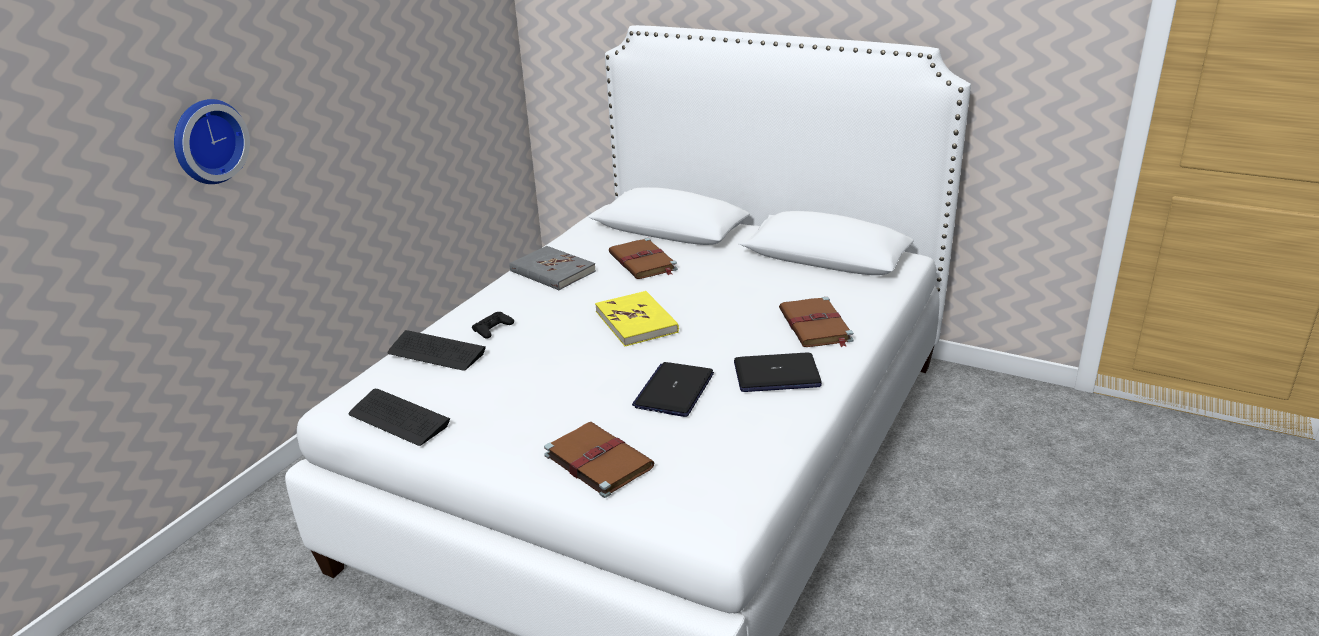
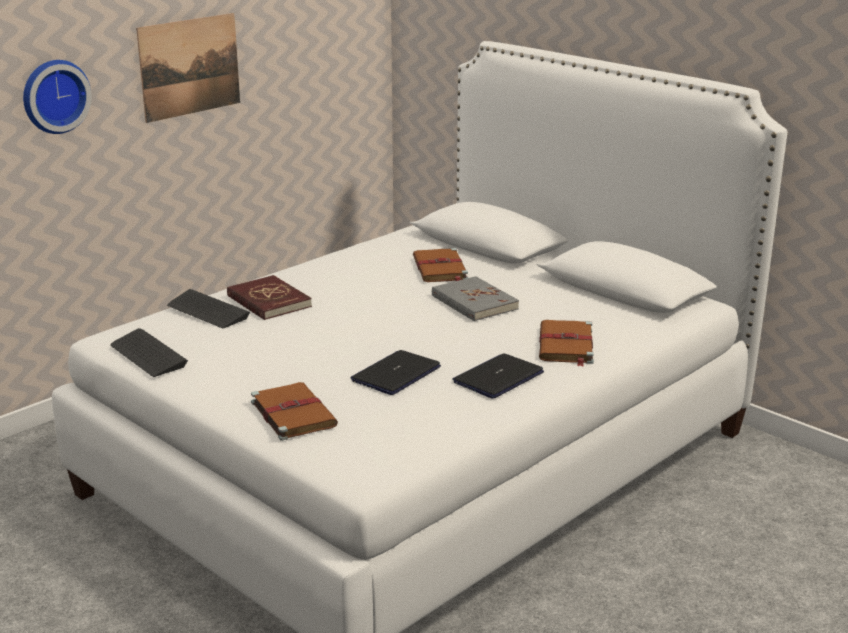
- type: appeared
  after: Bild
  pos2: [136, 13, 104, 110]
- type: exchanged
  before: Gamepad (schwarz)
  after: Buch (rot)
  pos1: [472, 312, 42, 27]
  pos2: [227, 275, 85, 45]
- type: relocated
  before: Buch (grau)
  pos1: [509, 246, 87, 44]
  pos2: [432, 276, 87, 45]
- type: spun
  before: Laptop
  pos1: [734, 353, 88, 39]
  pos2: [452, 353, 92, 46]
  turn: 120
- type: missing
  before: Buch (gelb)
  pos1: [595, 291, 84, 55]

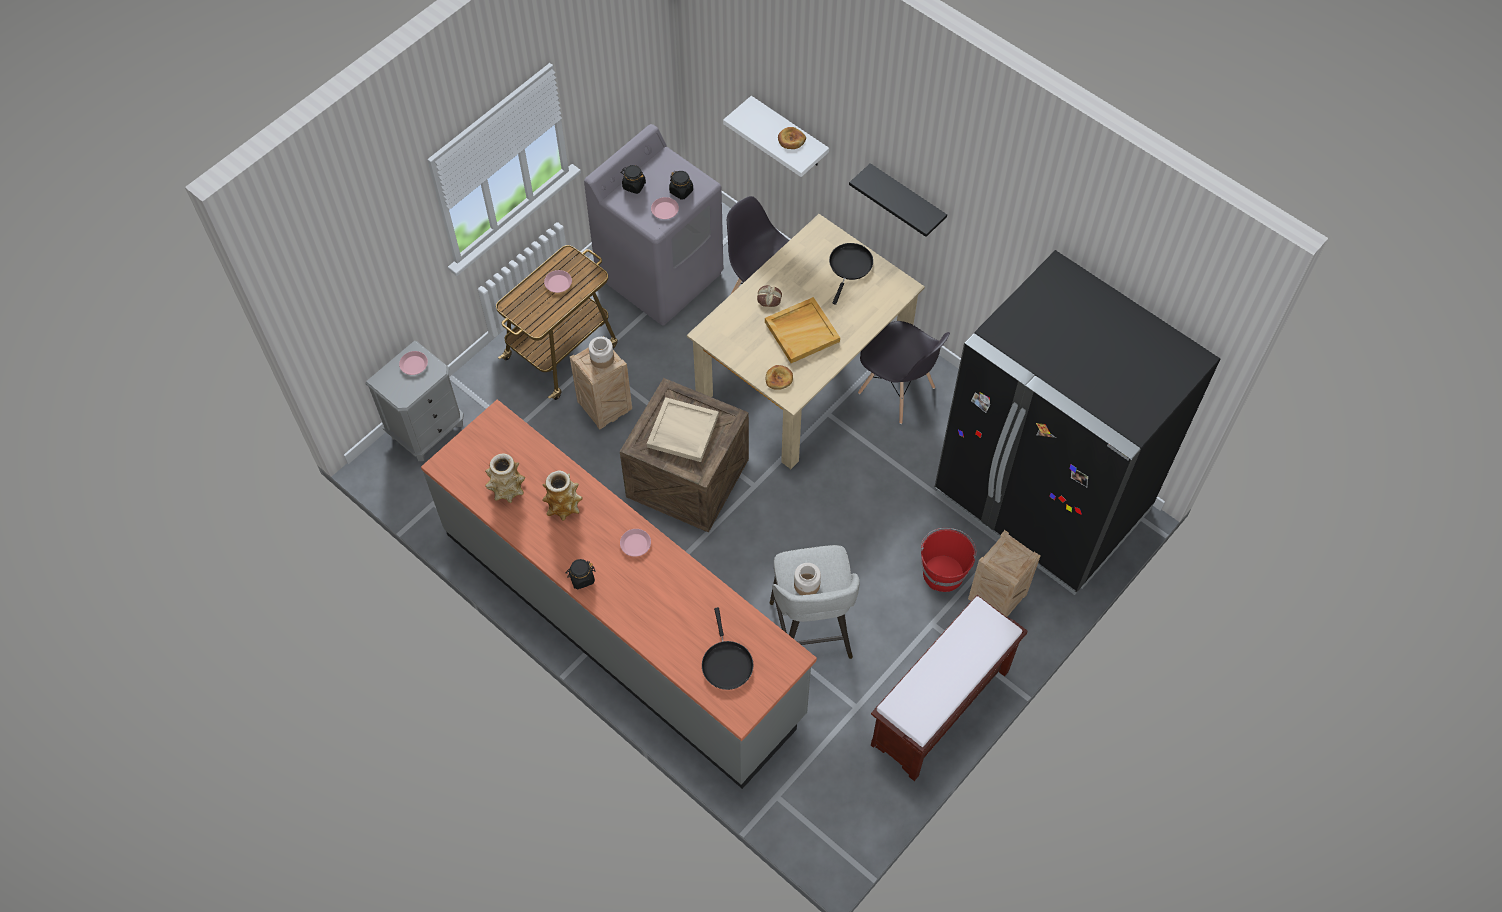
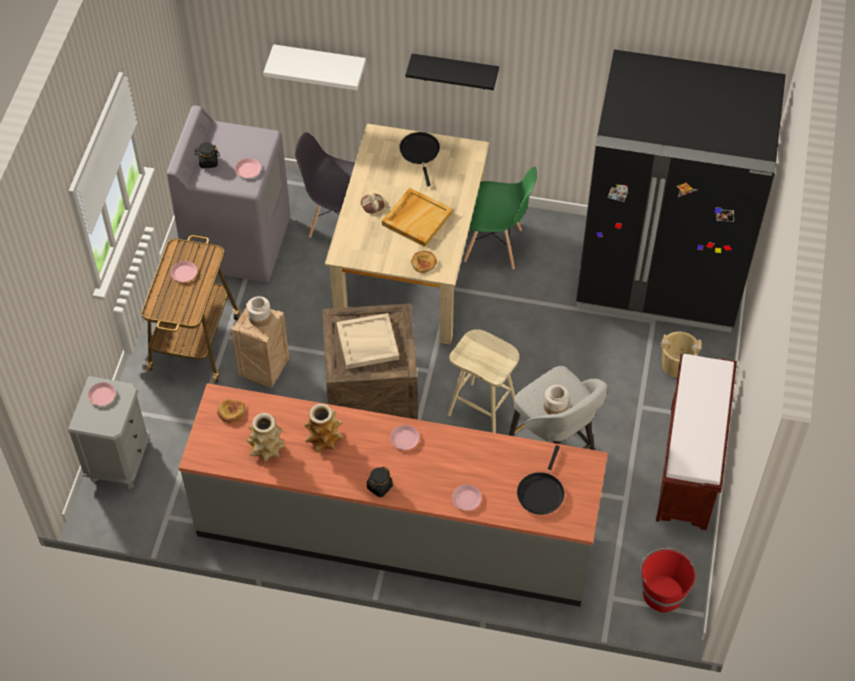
- type: relocated
  before: Brot
  pos1: [778, 127, 28, 22]
  pos2: [217, 399, 28, 24]
- type: appeared
  after: Hocker (beige)
  pos2: [447, 329, 72, 104]
- type: appeared
  after: Teller (rosa)
  pos2: [452, 485, 30, 26]
- type: colour
  before: Stuhl (grau)
  after: Stuhl (grün)
  pos1: [858, 321, 92, 103]
  pos2: [464, 167, 73, 102]
- type: spun
  before: Pfanne (schwarz)
  pos1: [702, 607, 51, 83]
  pos2: [517, 445, 47, 70]
  turn: 60
- type: relocated
  before: Eimer (rot)
  pos1: [921, 528, 56, 64]
  pos2: [640, 548, 55, 65]
- type: exchanged
  before: Kiste
  after: Eimer (beige)
  pos1: [968, 530, 73, 87]
  pos2: [660, 331, 42, 47]
- type: missing
  before: Vorratsglas (schwarz)
  pos1: [669, 171, 24, 29]

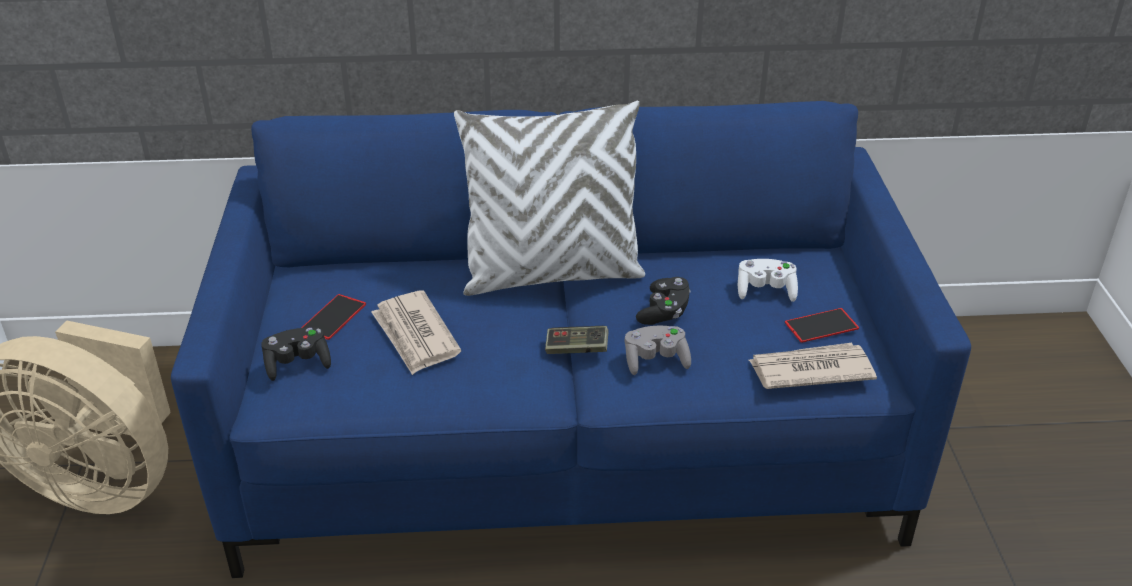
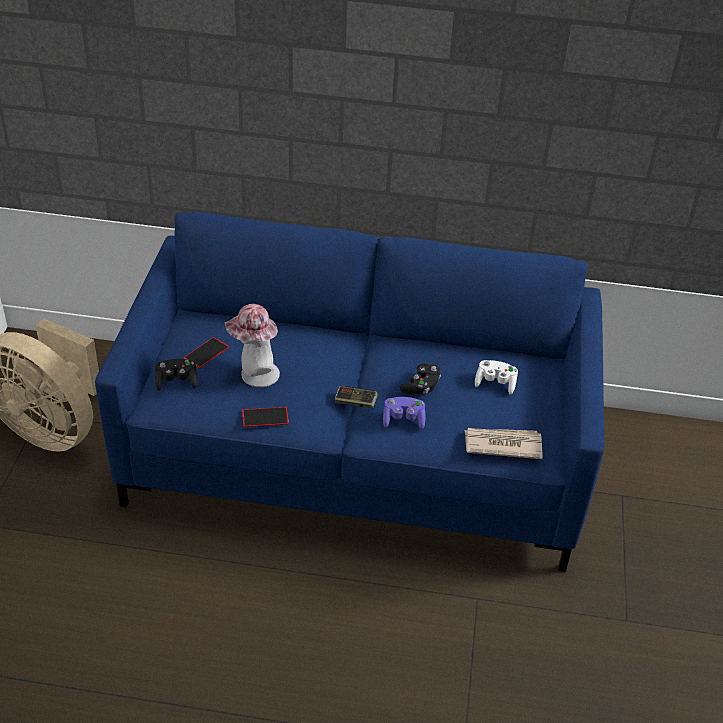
- type: exchanged
  before: Zeitung
  after: Hut
  pos1: [371, 290, 90, 85]
  pos2: [225, 304, 55, 83]
- type: relocated
  before: Handy
  pos1: [785, 308, 74, 35]
  pos2: [242, 407, 47, 20]
- type: colour
  before: Gamepad (grau)
  after: Gamepad (lila)
  pos1: [625, 325, 66, 50]
  pos2: [383, 397, 42, 33]
- type: missing
  before: Kissen (weiß)
  pos1: [454, 101, 191, 195]

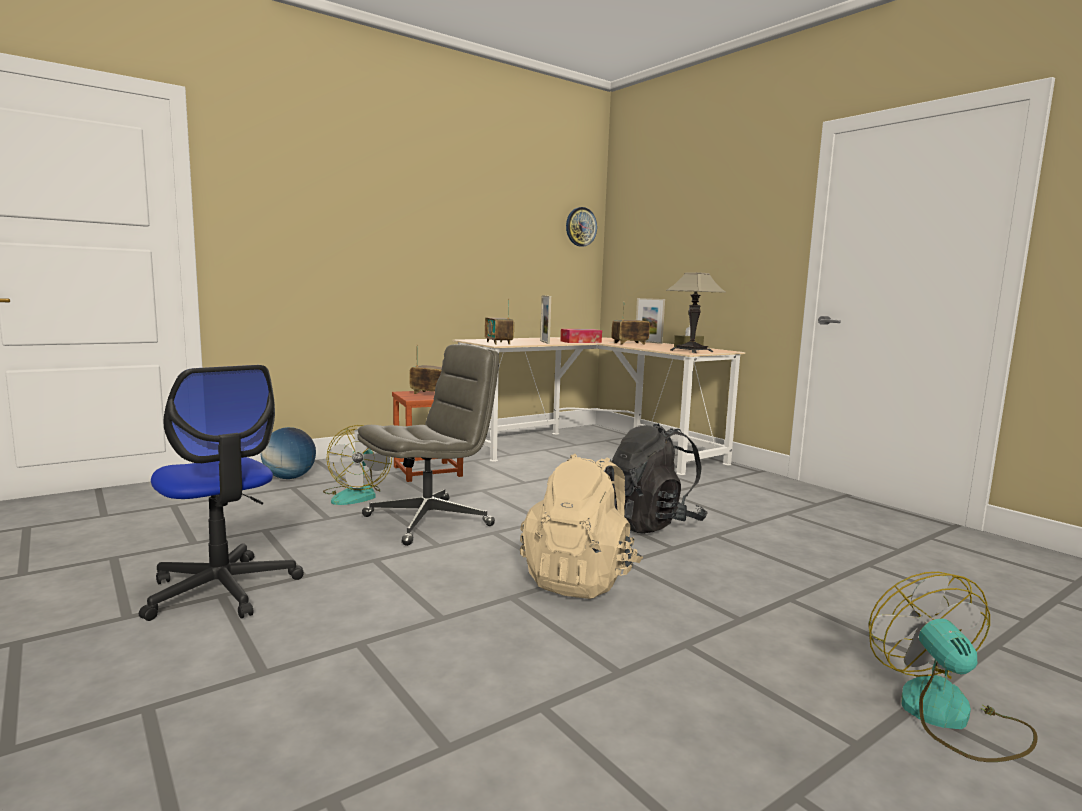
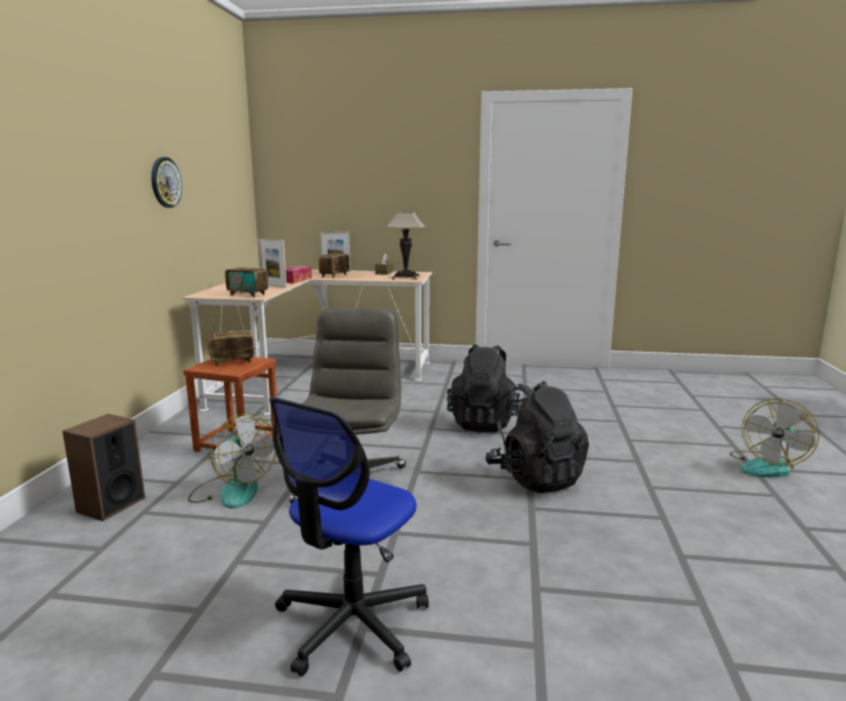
- type: exchanged
  before: Globus
  after: Lautsprecher
  pos1: [261, 427, 55, 52]
  pos2: [62, 414, 83, 107]
- type: relocated
  before: Wanduhr
  pos1: [566, 207, 31, 40]
  pos2: [151, 157, 31, 51]
- type: spun
  before: Bürostuhl
  pos1: [139, 365, 165, 256]
  pos2: [269, 397, 160, 279]
  turn: 120
- type: colour
  before: Rucksack (beige)
  after: Rucksack (schwarz)
  pos1: [520, 454, 123, 145]
  pos2: [485, 381, 104, 112]
- type: spun
  before: Ventilator
  pos1: [869, 572, 169, 190]
  pos2: [730, 399, 89, 78]
  turn: -90

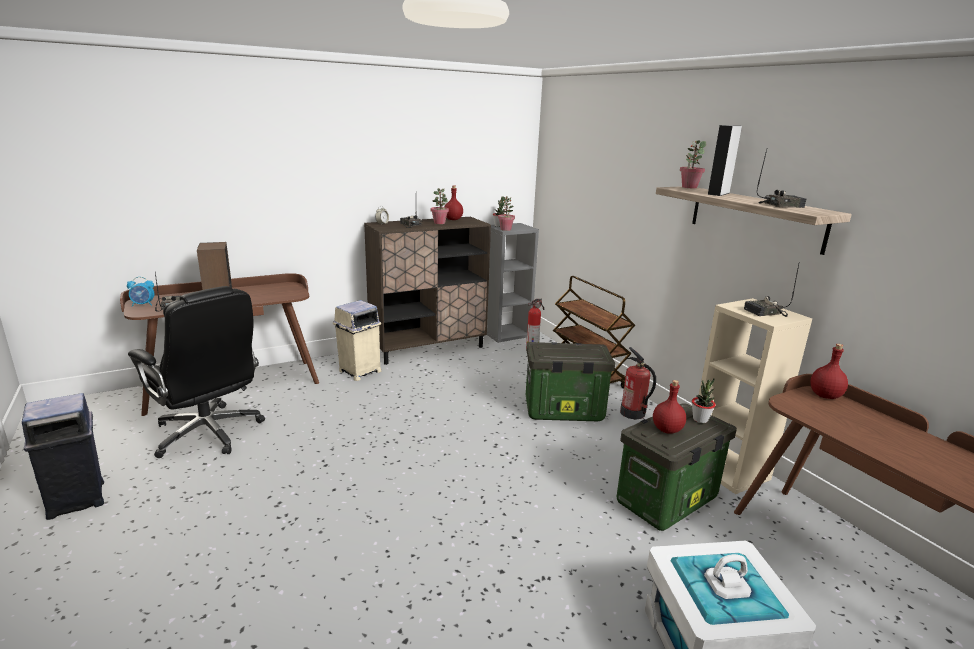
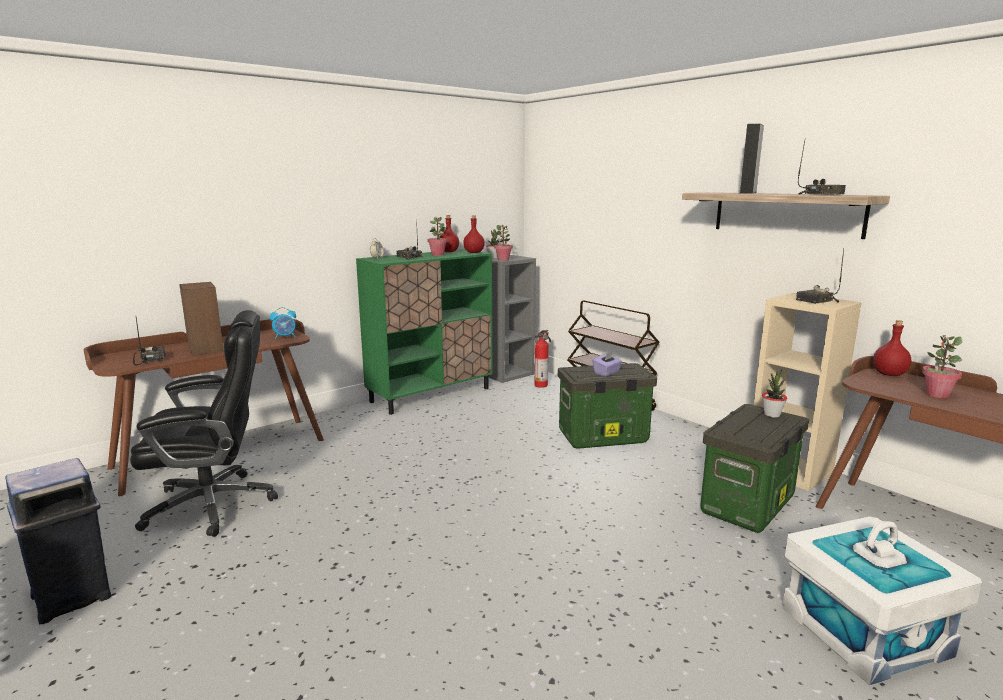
- type: spun
  before: Bürostuhl (schwarz)
  pos1: [128, 286, 137, 172]
  pos2: [130, 310, 148, 227]
  turn: -45
- type: relocated
  before: Wecker
  pos1: [127, 277, 28, 30]
  pos2: [270, 307, 26, 32]
- type: colour
  before: Schrank (braun)
  after: Schrank (grün)
  pos1: [364, 217, 127, 148]
  pos2: [356, 249, 137, 166]
- type: relocated
  before: Flasche (rot)
  pos1: [653, 380, 33, 54]
  pos2: [463, 215, 22, 38]
- type: appeared
  after: Taschentuchbox (lila)
  pos2: [593, 352, 29, 24]
- type: relocated
  before: Topfpflanze
  pos1: [680, 140, 26, 49]
  pos2: [922, 335, 40, 63]
- type: missing
  before: Mülleimer (beige)
  pos1: [333, 300, 48, 81]
- type: missing
  before: Feuerlöscher
  pos1: [620, 347, 36, 73]

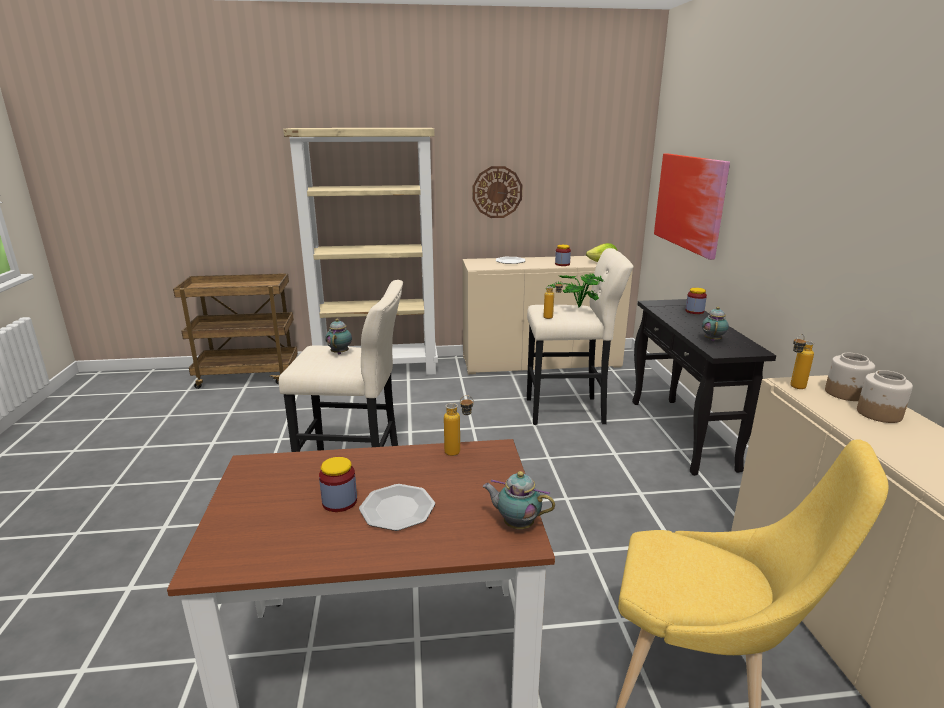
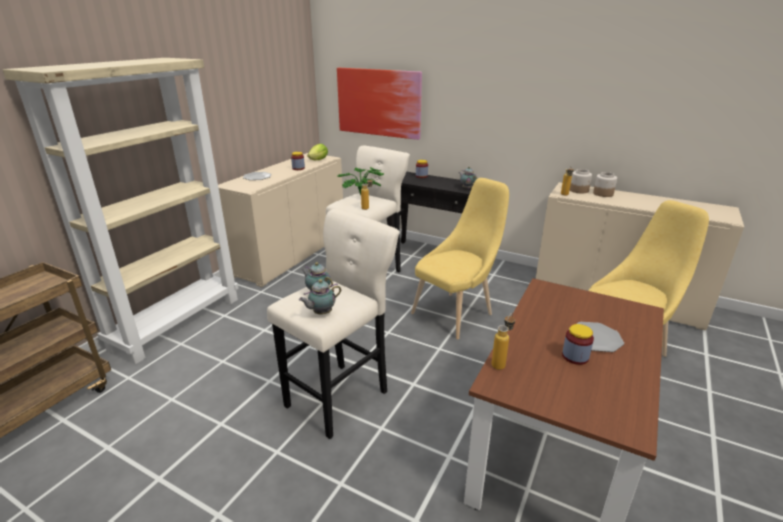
- type: relocated
  before: Teekanne
  pos1: [483, 471, 72, 58]
  pos2: [299, 279, 42, 36]
- type: appeared
  after: Stuhl (gelb)
  pos2: [411, 178, 98, 161]
- type: relocated
  before: Flasche
  pos1: [444, 395, 30, 61]
  pos2: [491, 313, 24, 57]
- type: missing
  before: Wanduhr
  pos1: [473, 166, 49, 52]

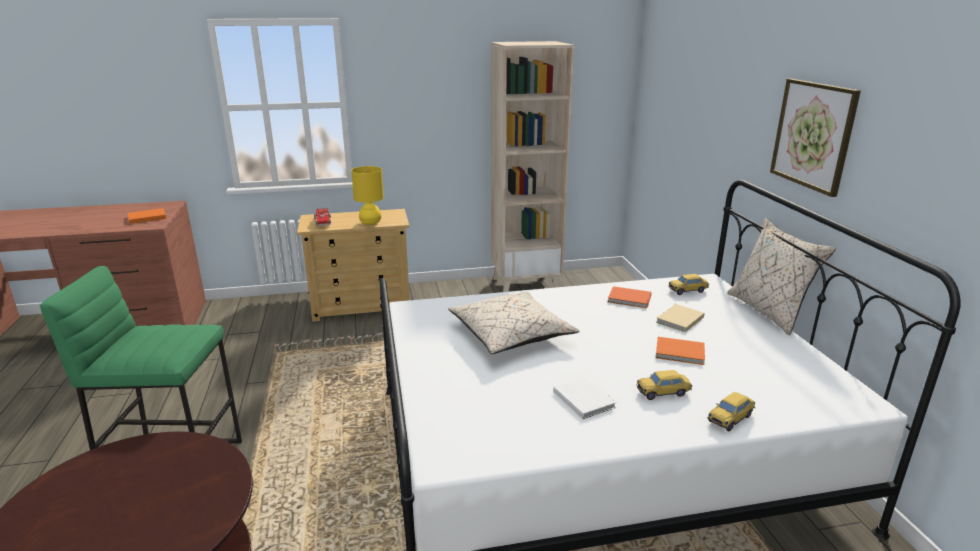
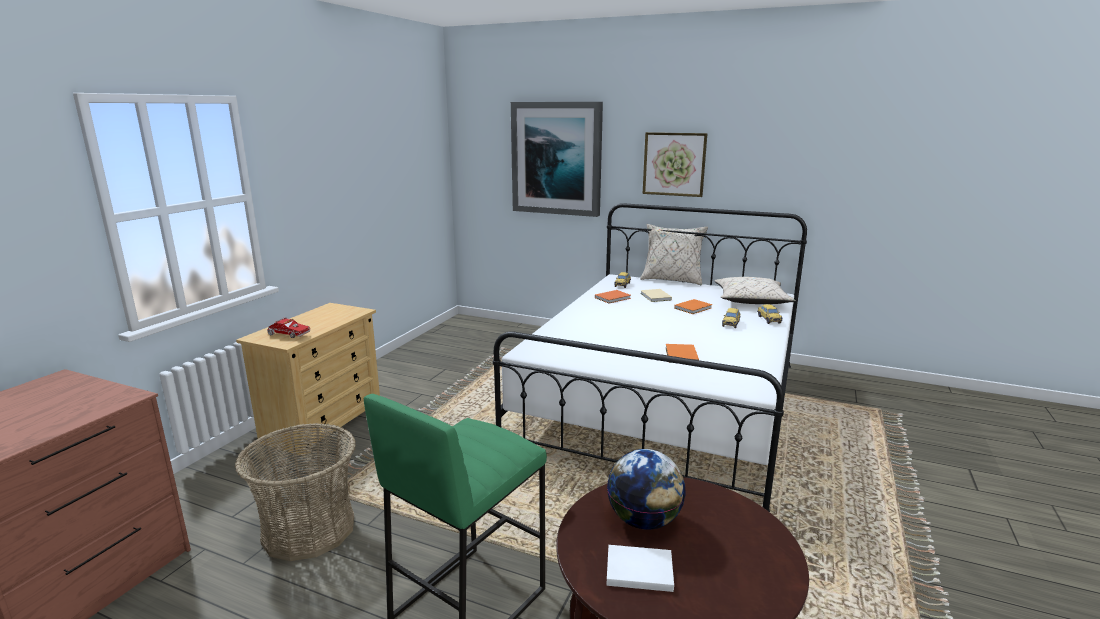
- type: appeared
  after: Korb
  pos2: [235, 423, 121, 138]
- type: appeared
  after: Bild
  pos2: [511, 102, 92, 115]
- type: appeared
  after: Globus
  pos2: [607, 449, 79, 81]
- type: relocated
  before: Buch (weiß)
  pos1: [553, 377, 63, 42]
  pos2: [607, 545, 67, 47]
- type: relocated
  before: Buch (orange)
  pos1: [128, 208, 38, 16]
  pos2: [666, 344, 33, 19]
- type: relocated
  before: Kissen (beige)
  pos1: [448, 292, 132, 62]
  pos2: [714, 277, 82, 27]
- type: missing
  before: Tischlampe (gelb)
  pos1: [351, 166, 33, 59]
- type: missing
  before: Bücherregal (beige)
  pos1: [491, 41, 83, 251]

